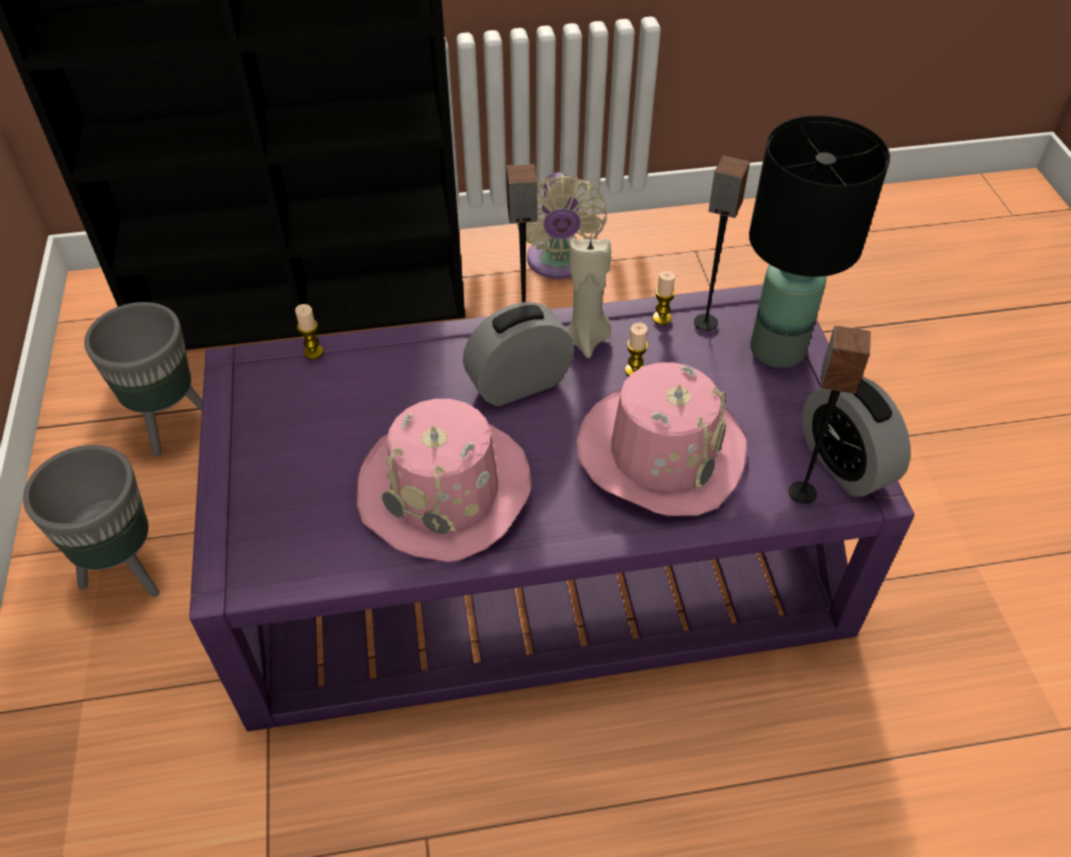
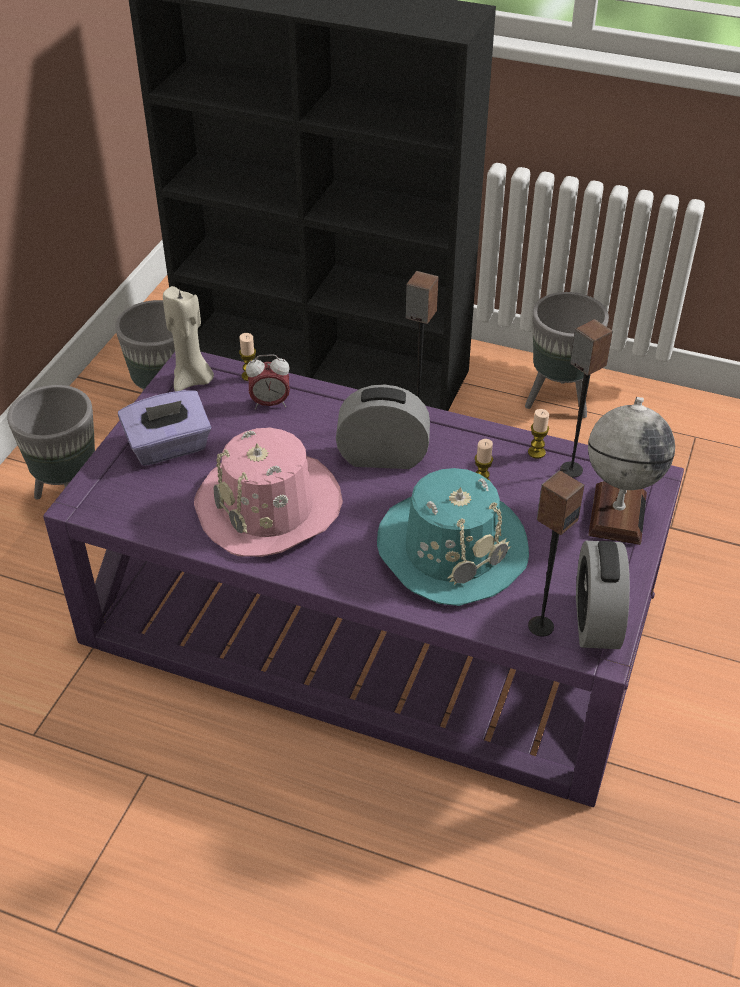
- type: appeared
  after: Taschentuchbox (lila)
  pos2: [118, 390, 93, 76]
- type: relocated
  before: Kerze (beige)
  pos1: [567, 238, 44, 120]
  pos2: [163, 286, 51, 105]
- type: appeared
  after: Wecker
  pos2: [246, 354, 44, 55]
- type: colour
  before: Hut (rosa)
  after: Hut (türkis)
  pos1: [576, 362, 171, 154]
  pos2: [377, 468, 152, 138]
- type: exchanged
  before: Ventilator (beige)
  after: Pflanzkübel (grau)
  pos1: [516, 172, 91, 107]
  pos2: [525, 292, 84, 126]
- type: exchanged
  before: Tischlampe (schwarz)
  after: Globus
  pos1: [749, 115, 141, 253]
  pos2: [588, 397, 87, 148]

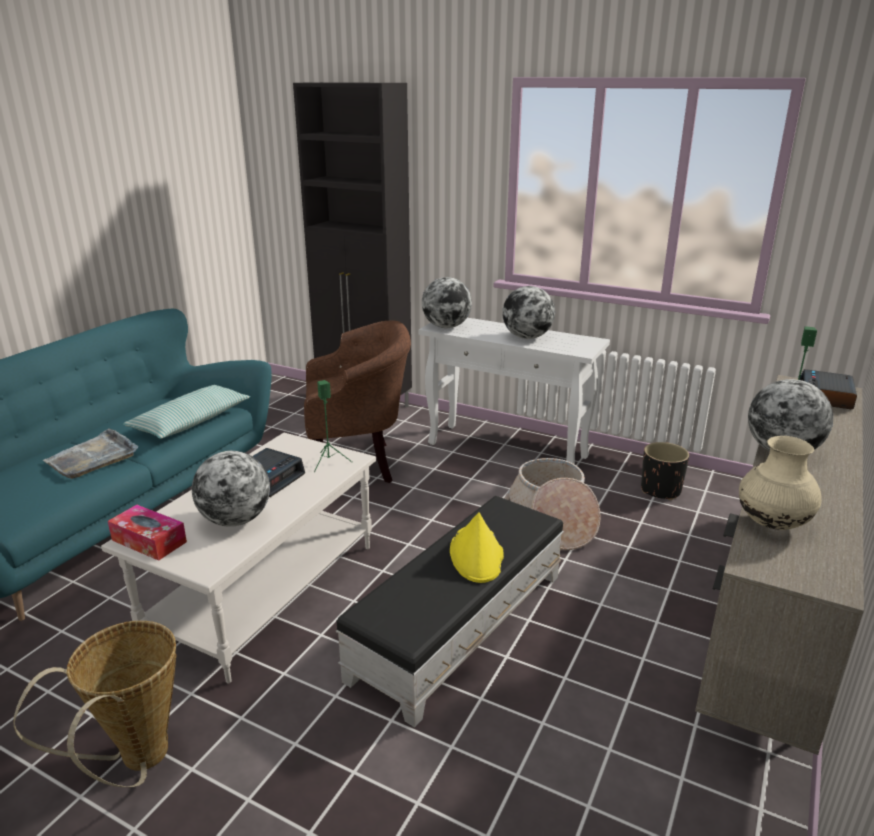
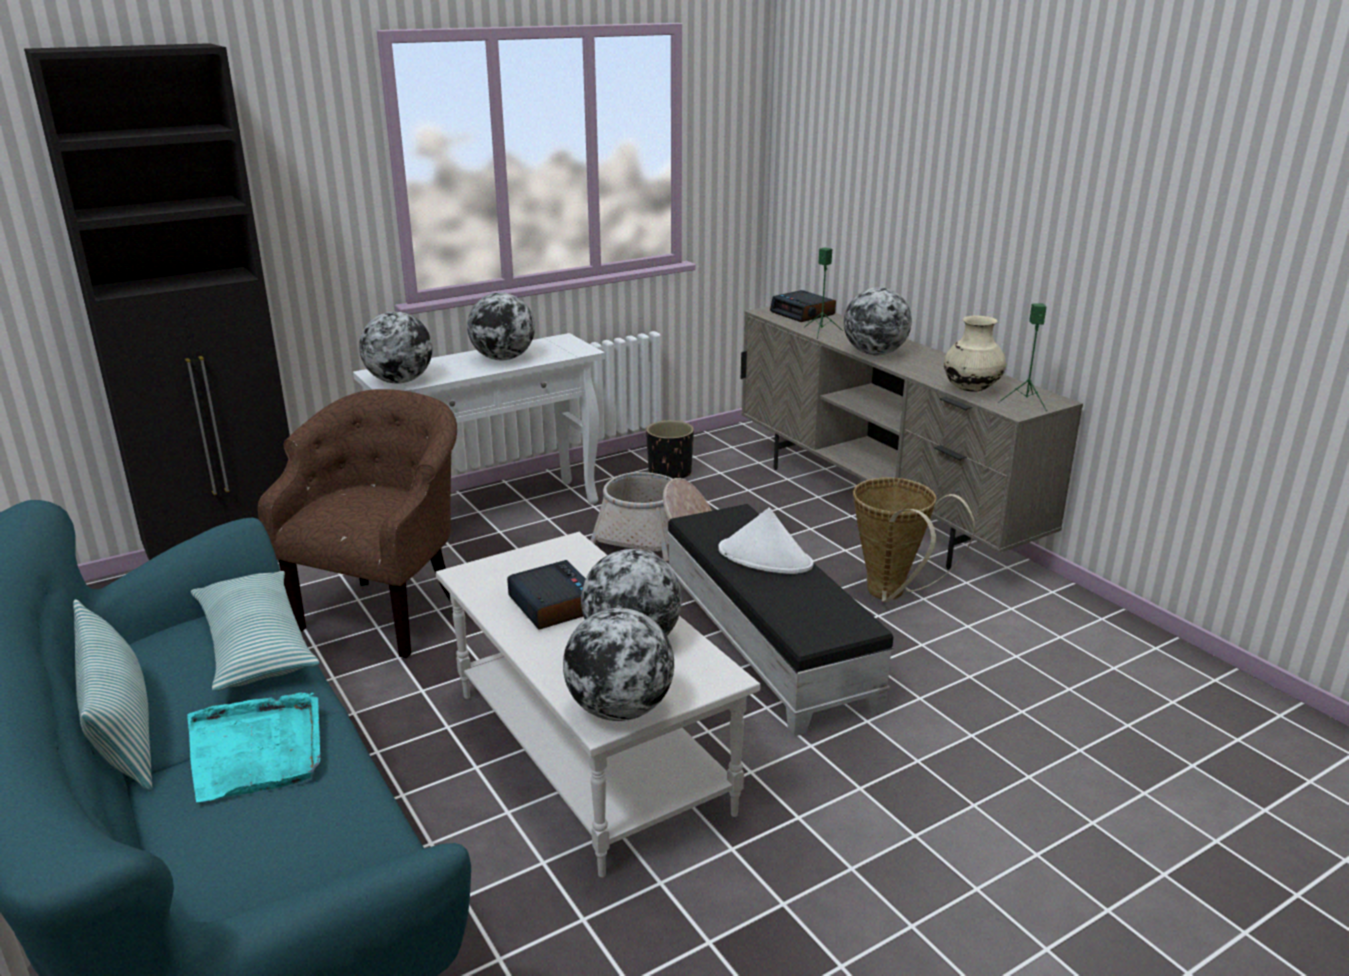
- type: appeared
  after: Kissen
  pos2: [73, 599, 79, 192]
- type: colour
  before: Tablett (grau)
  after: Tablett (türkis)
  pos1: [43, 429, 95, 50]
  pos2: [187, 692, 133, 110]
- type: exchanged
  before: Taschentuchbox
  after: Globus
  pos1: [108, 505, 79, 56]
  pos2: [563, 608, 111, 113]
- type: colour
  before: Hut (gelb)
  after: Hut (weiß)
  pos1: [450, 512, 54, 71]
  pos2: [718, 508, 95, 66]
- type: relocated
  before: Korb
  pos1: [13, 621, 164, 166]
  pos2: [853, 477, 122, 126]
- type: relocated
  before: Lautsprecher (grün)
  pos1: [314, 380, 39, 92]
  pos2: [998, 303, 49, 108]

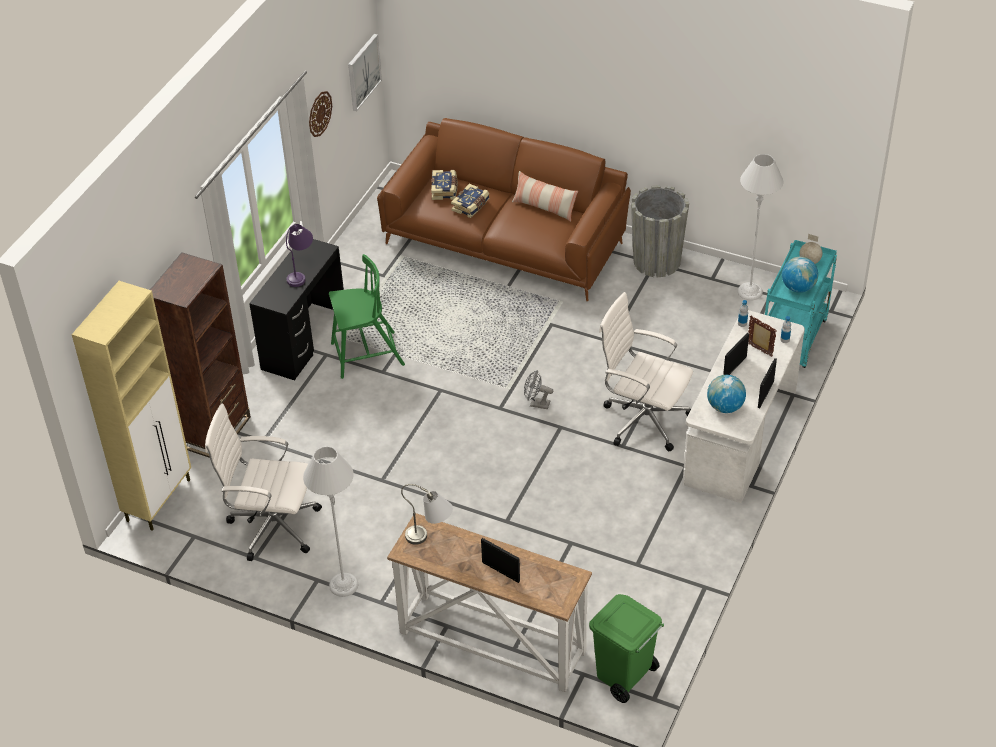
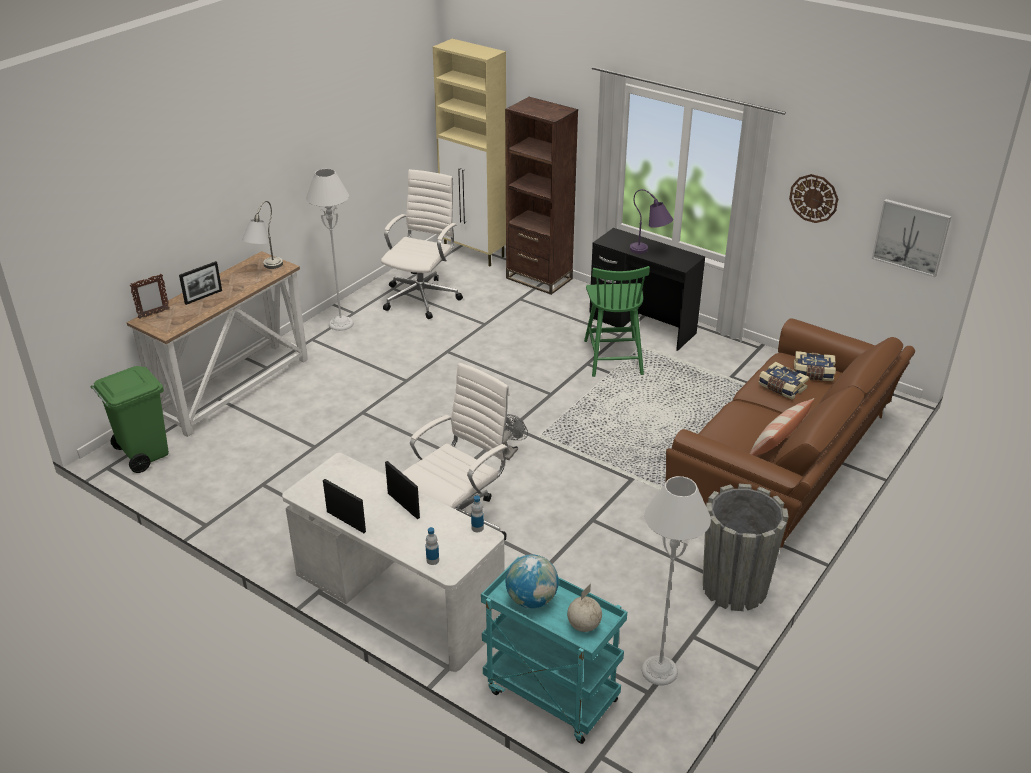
- type: relocated
  before: Bilderrahmen
  pos1: [748, 315, 28, 42]
  pos2: [129, 274, 41, 45]
- type: missing
  before: Globus
  pos1: [707, 375, 39, 38]

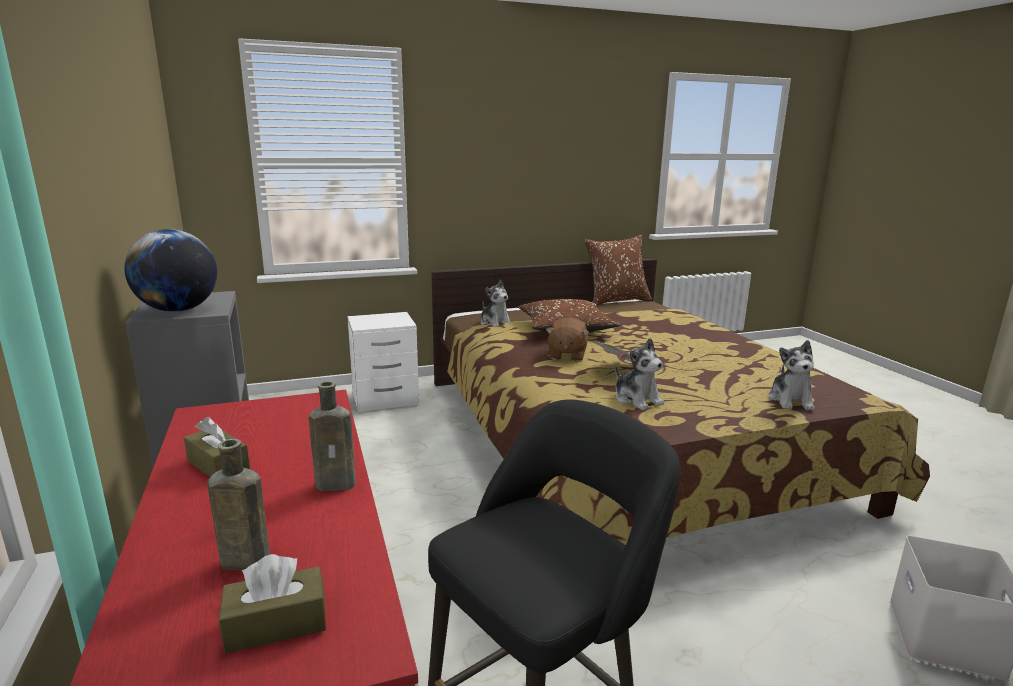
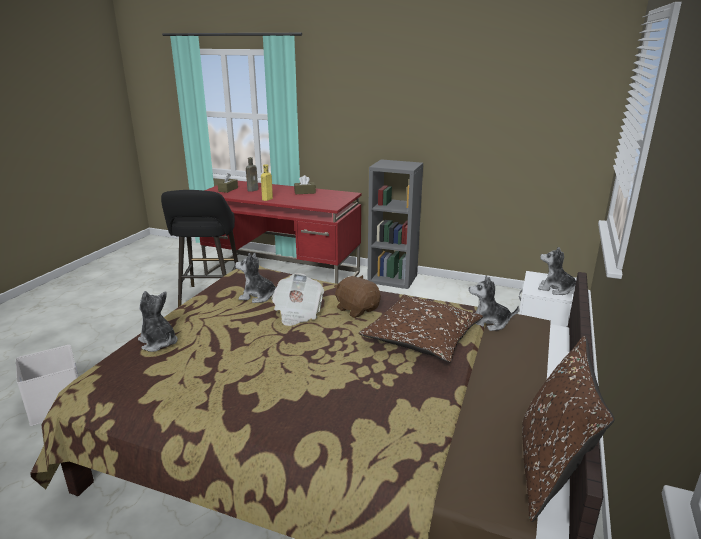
- type: colour
  before: Flasche (braun)
  after: Flasche (gelb)
  pos1: [309, 381, 47, 110]
  pos2: [261, 164, 12, 37]
- type: appeared
  after: Plüschtier
  pos2: [538, 247, 38, 48]
- type: missing
  before: Globus
  pos1: [124, 229, 93, 83]

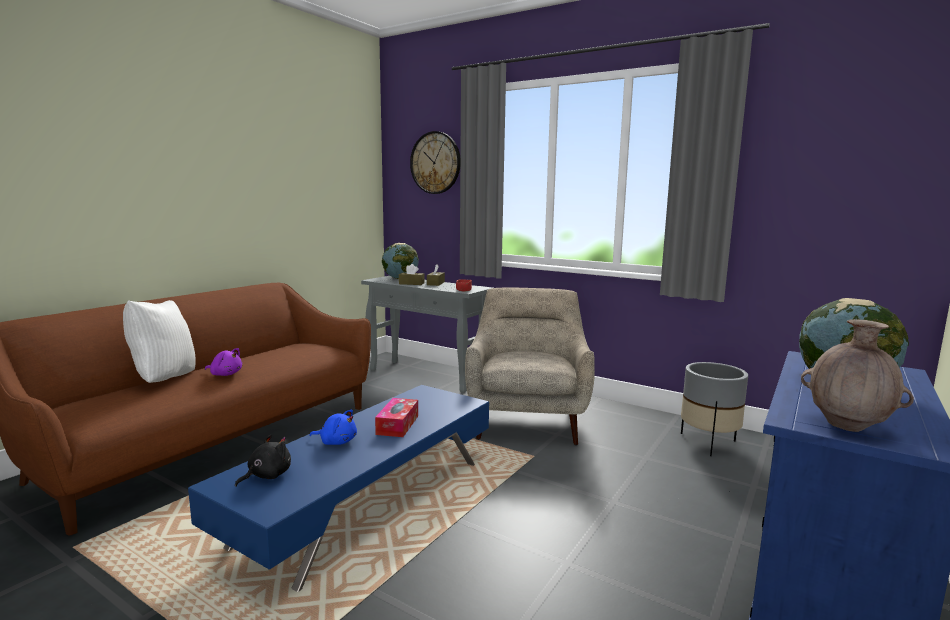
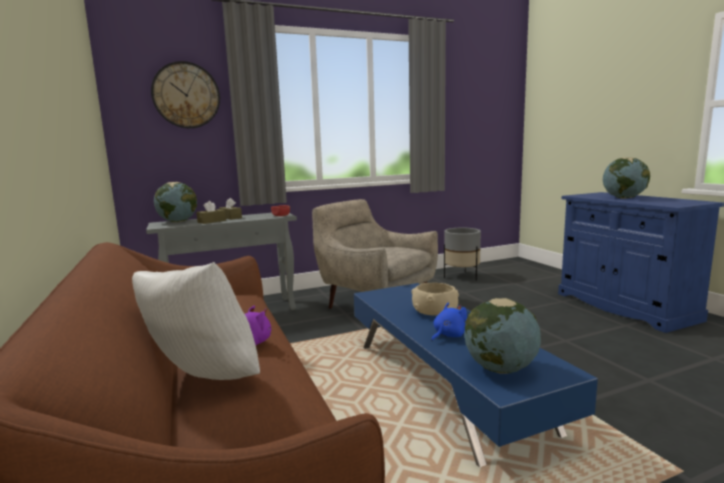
- type: exchanged
  before: Taschentuchbox
  after: Schüssel (beige)
  pos1: [375, 398, 43, 39]
  pos2: [411, 282, 48, 34]
- type: exchanged
  before: Plüschtier (schwarz)
  after: Globus
  pos1: [235, 435, 56, 52]
  pos2: [464, 298, 77, 76]
- type: missing
  before: Vase (braun)
  pos1: [801, 319, 113, 113]

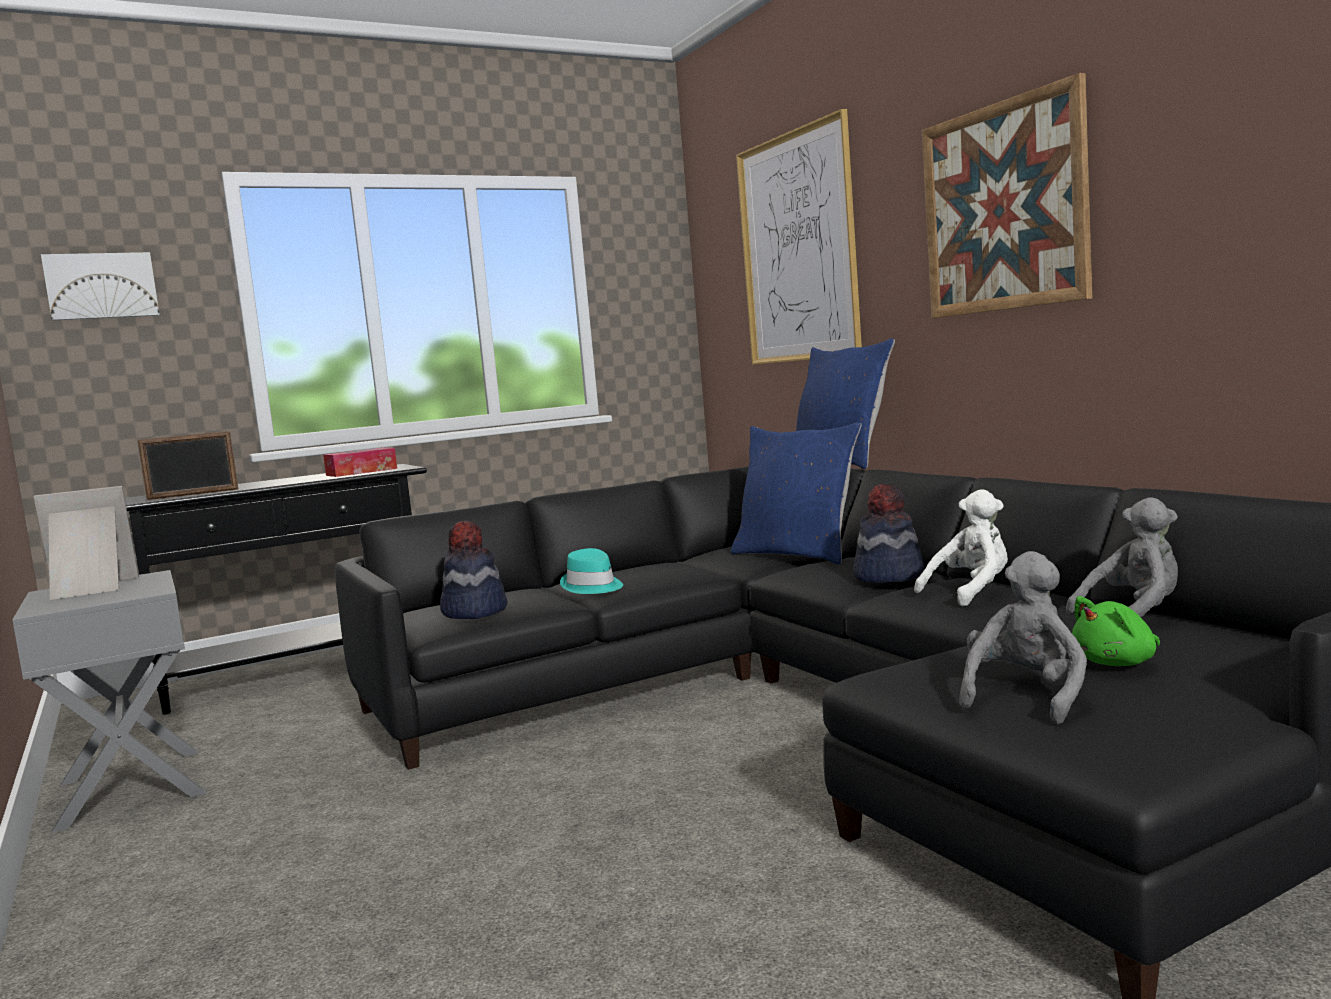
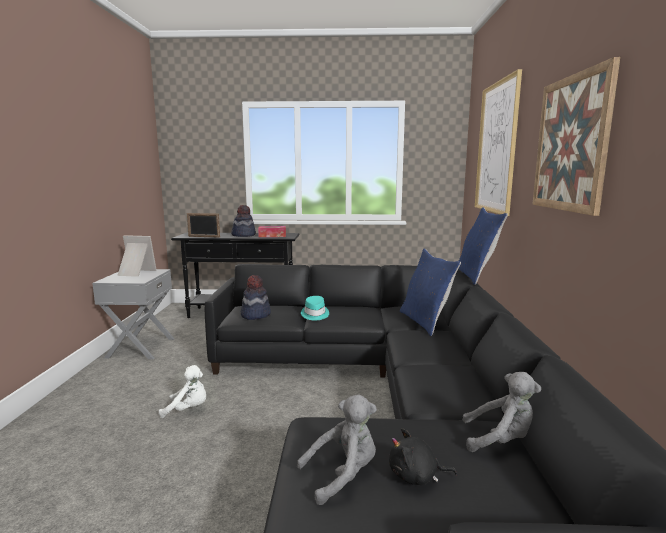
- type: relocated
  before: Plüschtier (weiß)
  pos1: [914, 489, 94, 117]
  pos2: [159, 365, 47, 53]
- type: relocated
  before: Hut
  pos1: [853, 484, 71, 99]
  pos2: [231, 205, 25, 32]
- type: colour
  before: Plüschtier (grün)
  after: Plüschtier (schwarz)
  pos1: [1072, 596, 88, 70]
  pos2: [389, 428, 68, 57]
- type: missing
  before: Bild
  pos1: [41, 252, 119, 69]

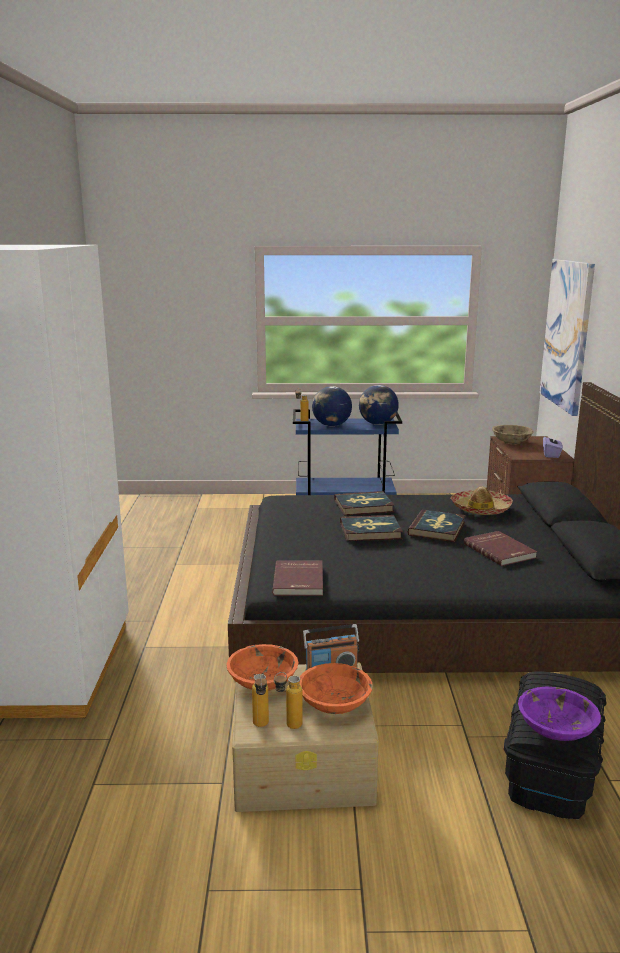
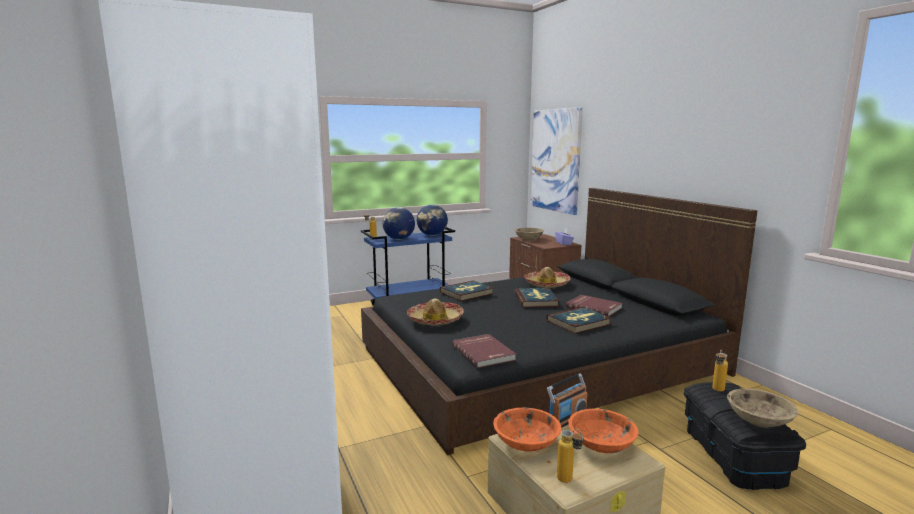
- type: appeared
  after: Hut
  pos2: [407, 299, 57, 26]
- type: relocated
  before: Buch
  pos1: [340, 515, 63, 26]
  pos2: [546, 307, 65, 27]
- type: relocated
  before: Flasche
  pos1: [274, 672, 29, 57]
  pos2: [712, 351, 16, 41]
- type: colour
  before: Schüssel (lila)
  after: Schüssel (beige)
  pos1: [518, 687, 83, 54]
  pos2: [727, 388, 72, 39]

